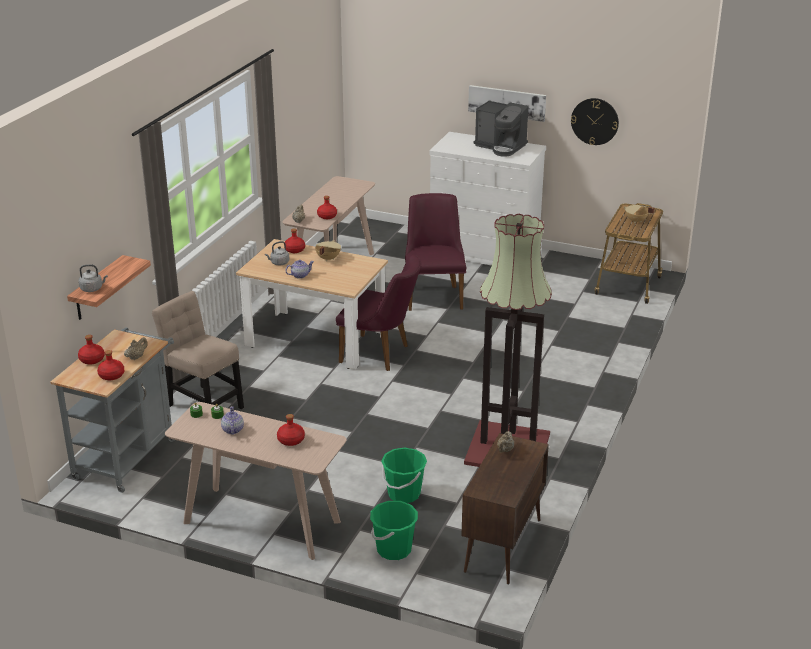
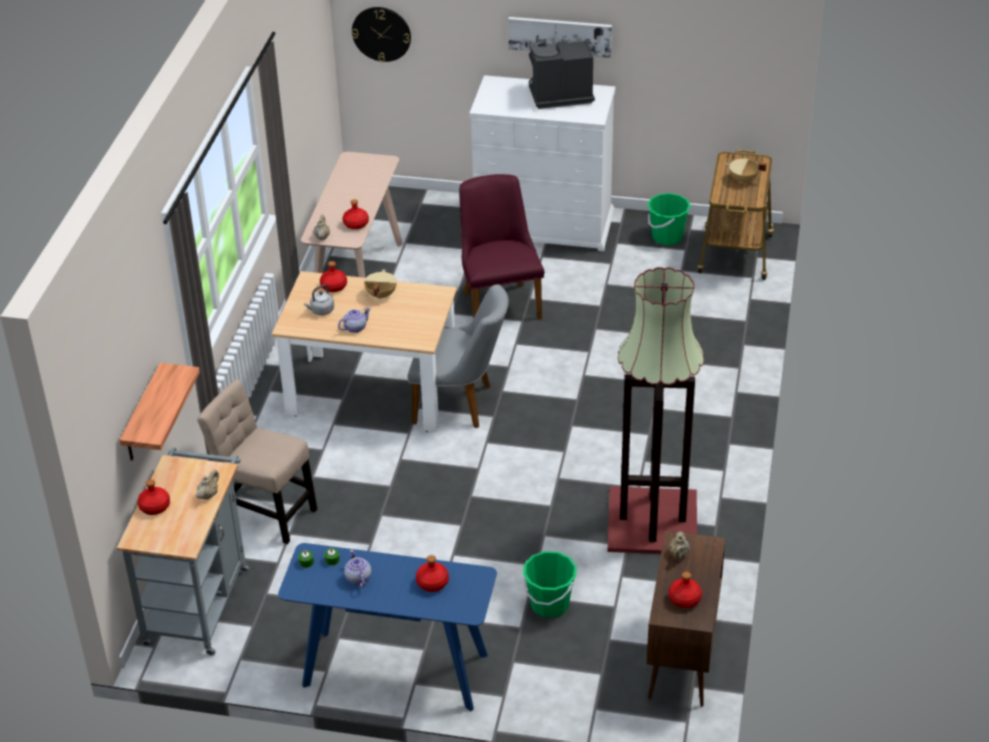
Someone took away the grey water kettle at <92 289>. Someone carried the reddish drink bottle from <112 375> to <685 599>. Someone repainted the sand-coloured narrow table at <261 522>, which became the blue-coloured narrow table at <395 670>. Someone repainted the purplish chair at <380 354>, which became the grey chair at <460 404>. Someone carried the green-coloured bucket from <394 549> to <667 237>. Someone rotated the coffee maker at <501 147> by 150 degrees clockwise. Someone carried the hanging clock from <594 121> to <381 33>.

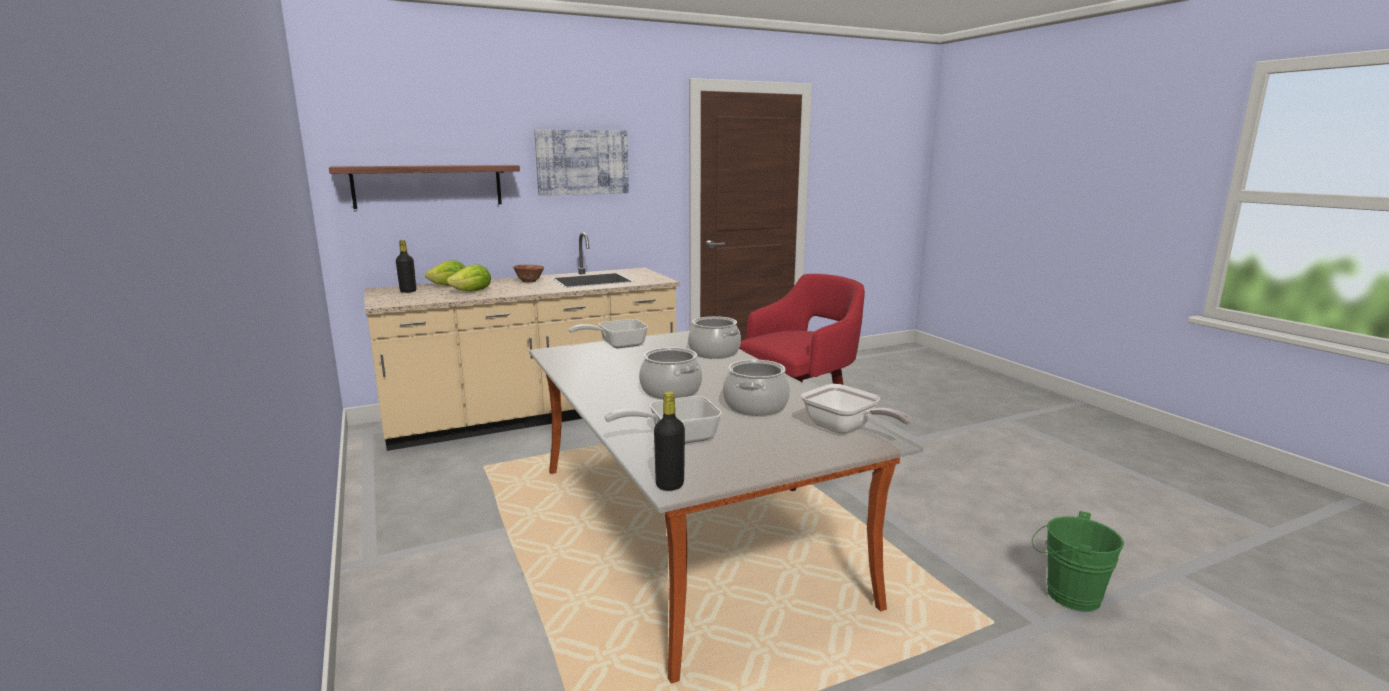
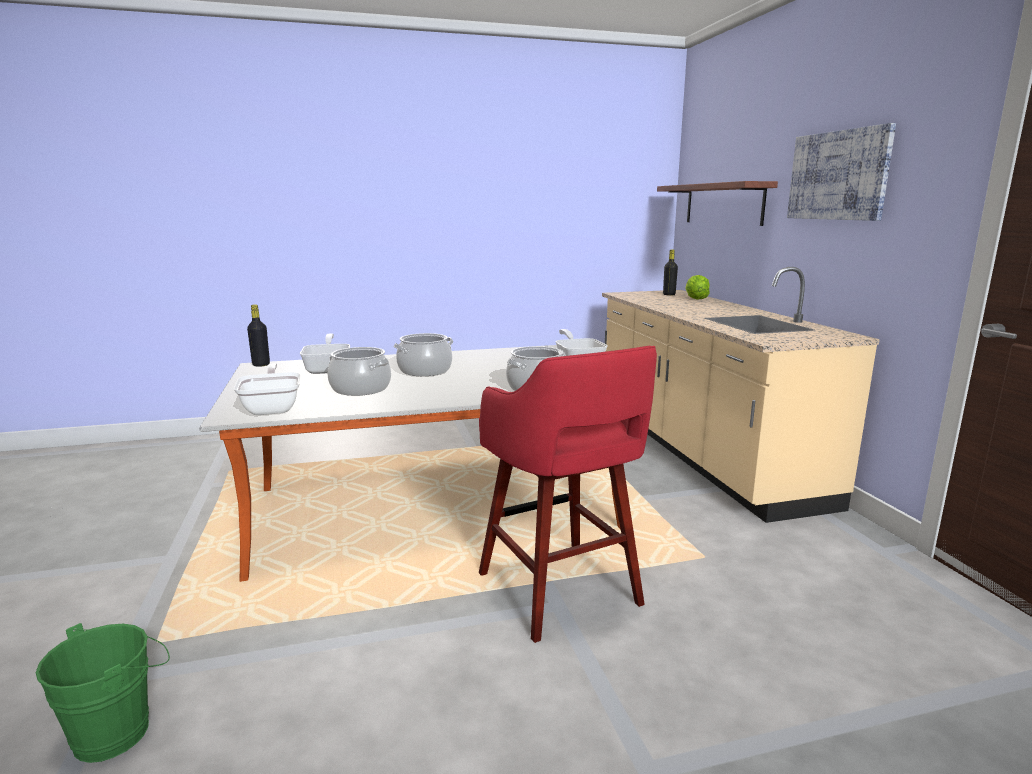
Someone took away the head of lettuce at <472 291>. Someone took away the serving bowl at <529 281>. Someone rotated the frying pan at <845 429> by 105 degrees clockwise.

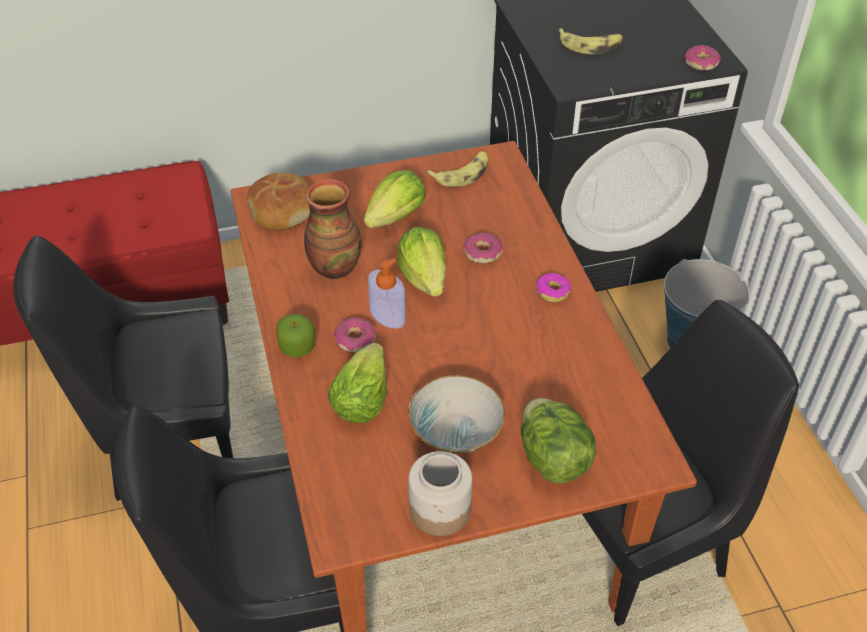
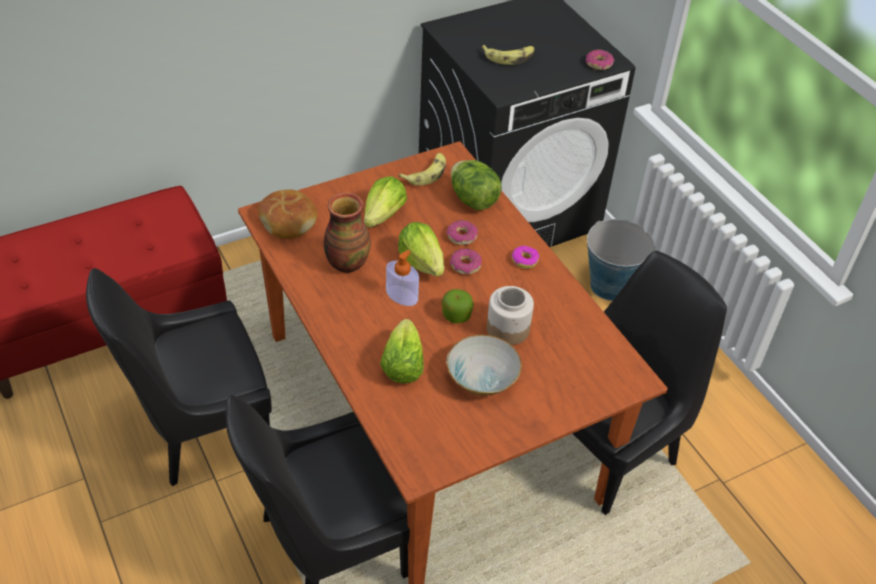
Someone carried the whole apple from <297 347> to <456 315>. Someone carried the doughnut from <355 340> to <465 265>. Someone carried the storage jar from <440 509> to <508 329>. Someone carried the head of lettuce from <552 459> to <473 200>.

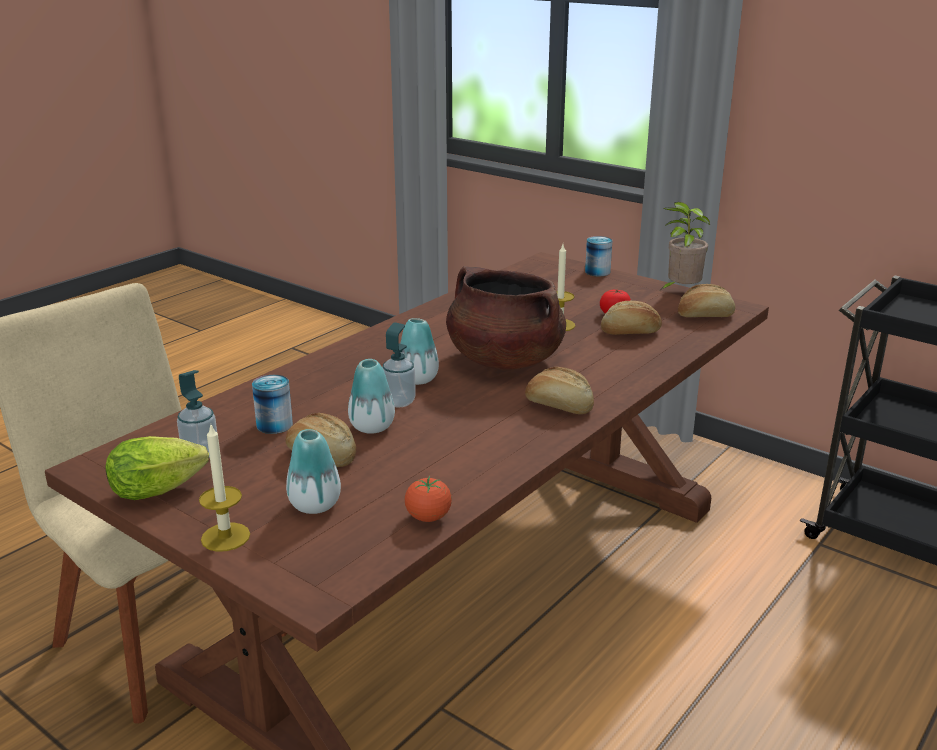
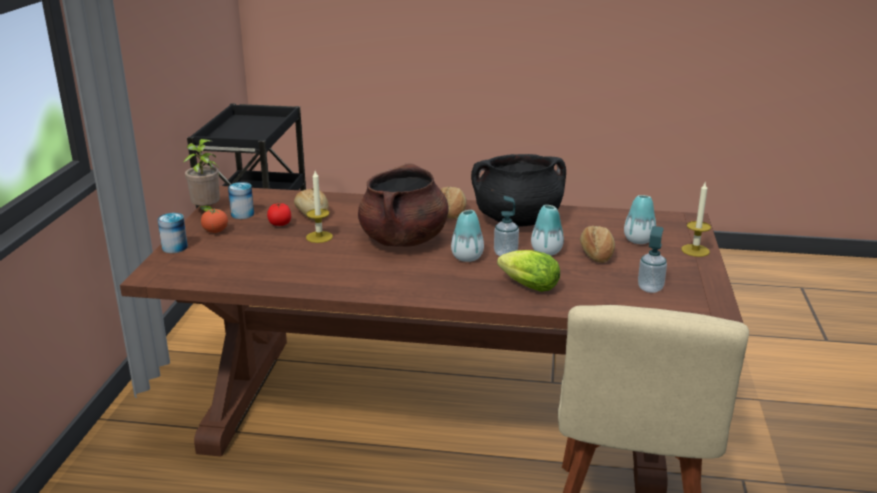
Someone carried the head of lettuce from <163 490> to <526 286>. Someone carried the metal can from <274 425> to <242 214>. Someone carried the tomato from <428 517> to <215 231>. Someone took away the bakery bread at <705 315>. Someone put down the black saucepot at <517 220>.

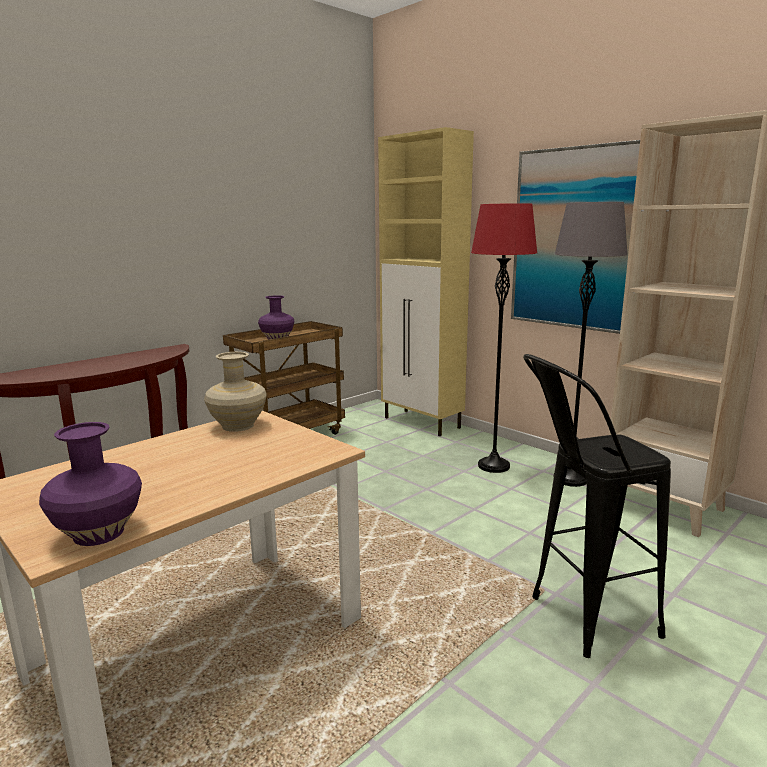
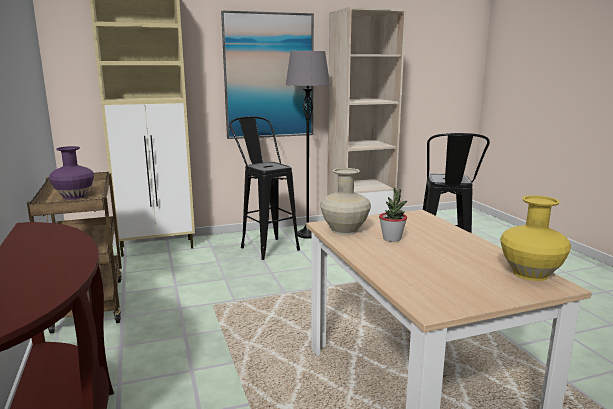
Someone repainted the purplish vase at <100 532>, which became the yellowish vase at <529 273>. Someone swapped the reddish floor lamp at <493 466> for the black stool seat at <265 246>. Someone put down the potted plant at <392 239>.

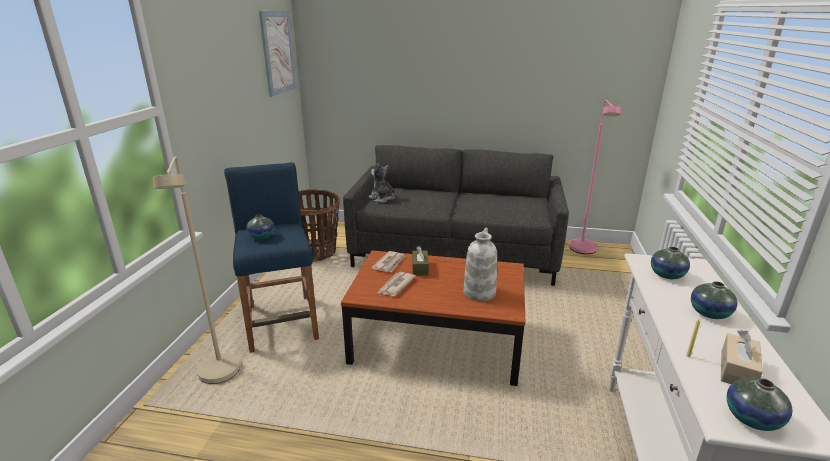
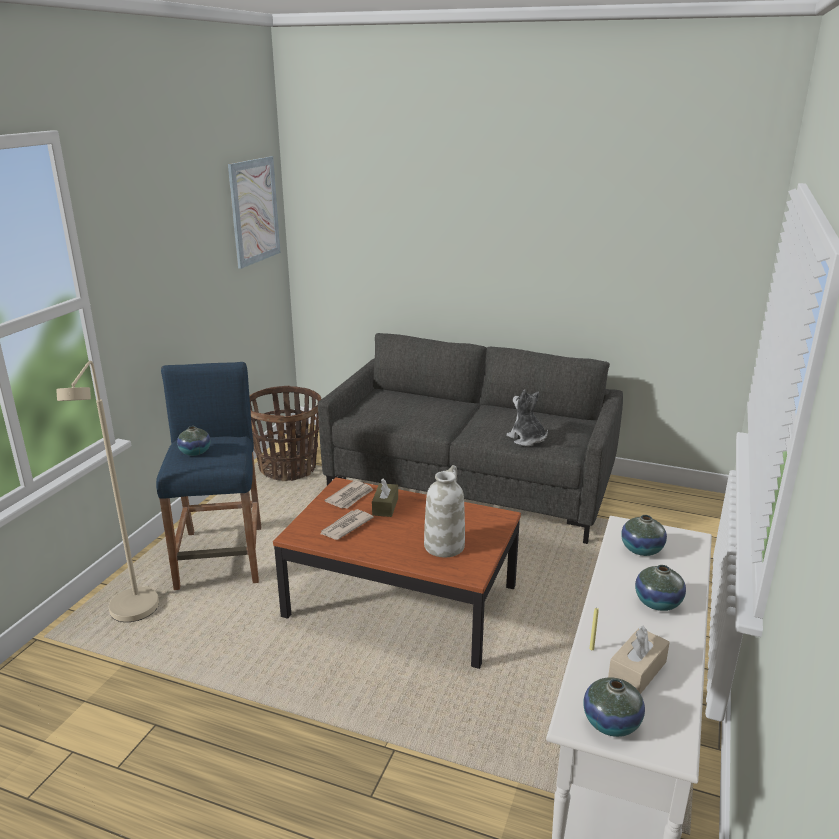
Someone carried the cuddly toy from <382 198> to <526 439>. Someone took away the pink-coloured floor lamp at <583 251>.

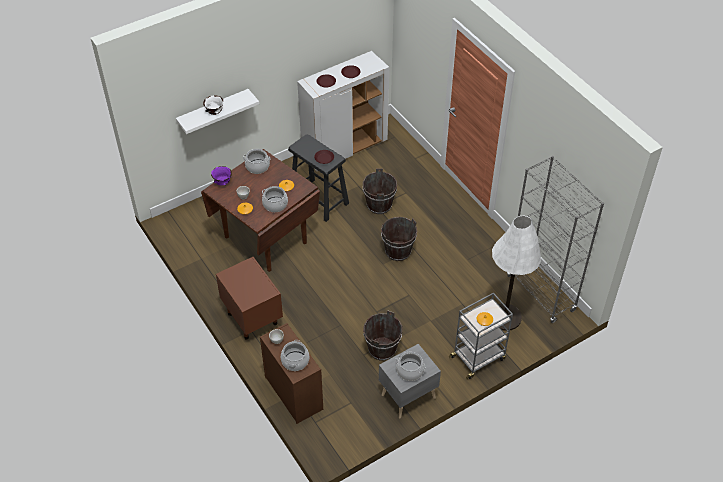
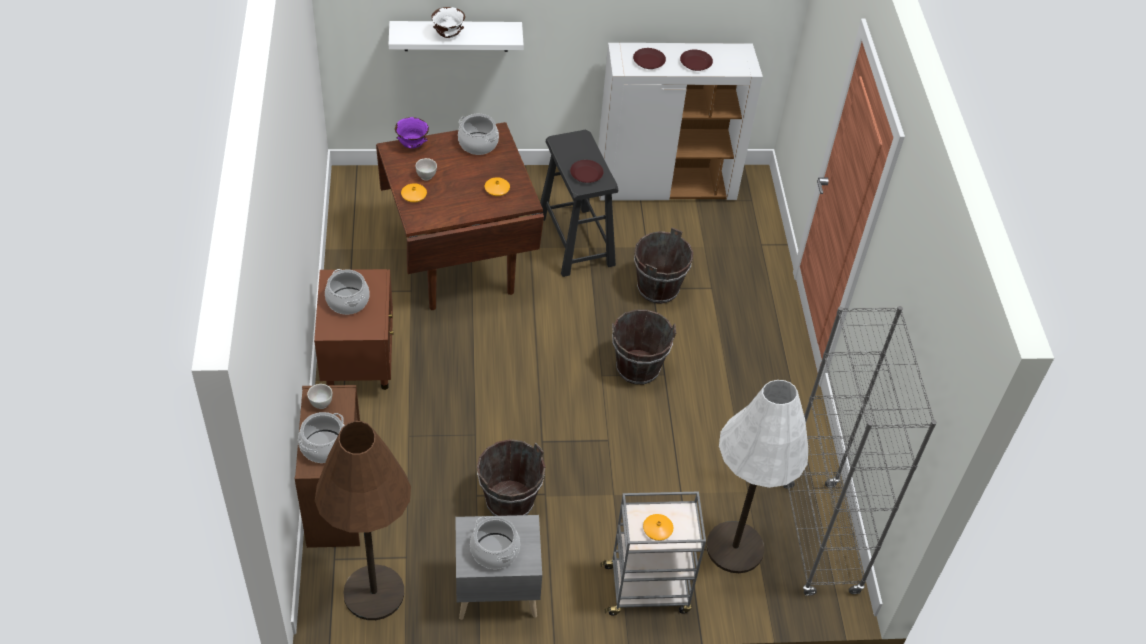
Someone carried the saucepot from <275 204> to <348 301>. Someone put down the brownish floor lamp at <374 593>.

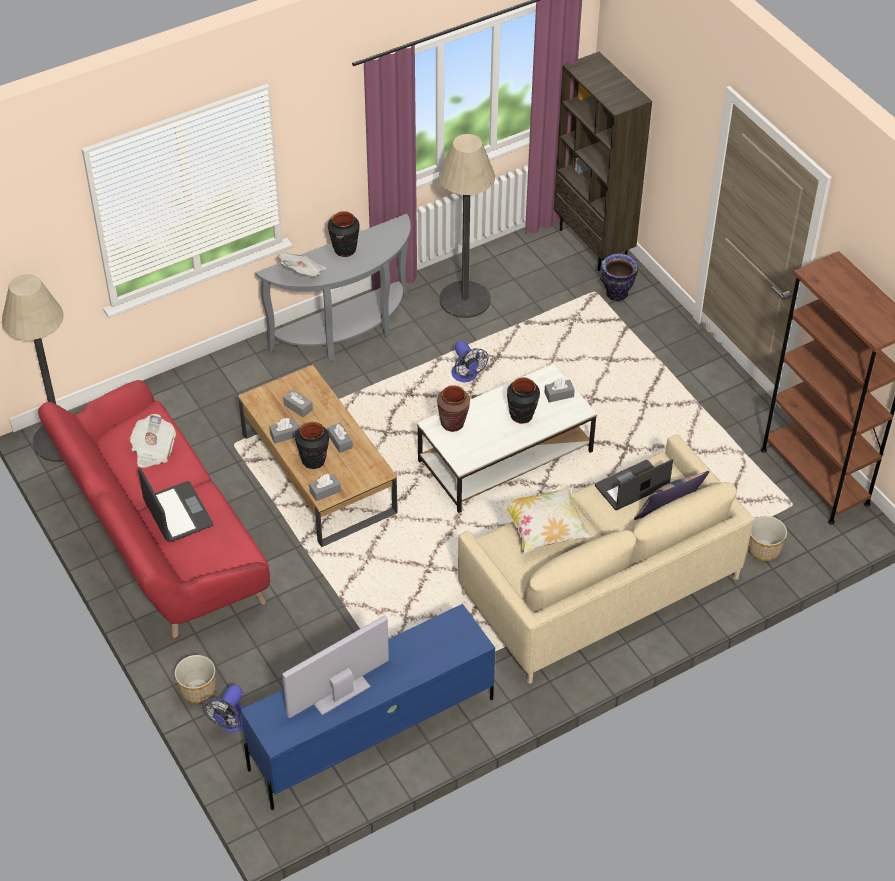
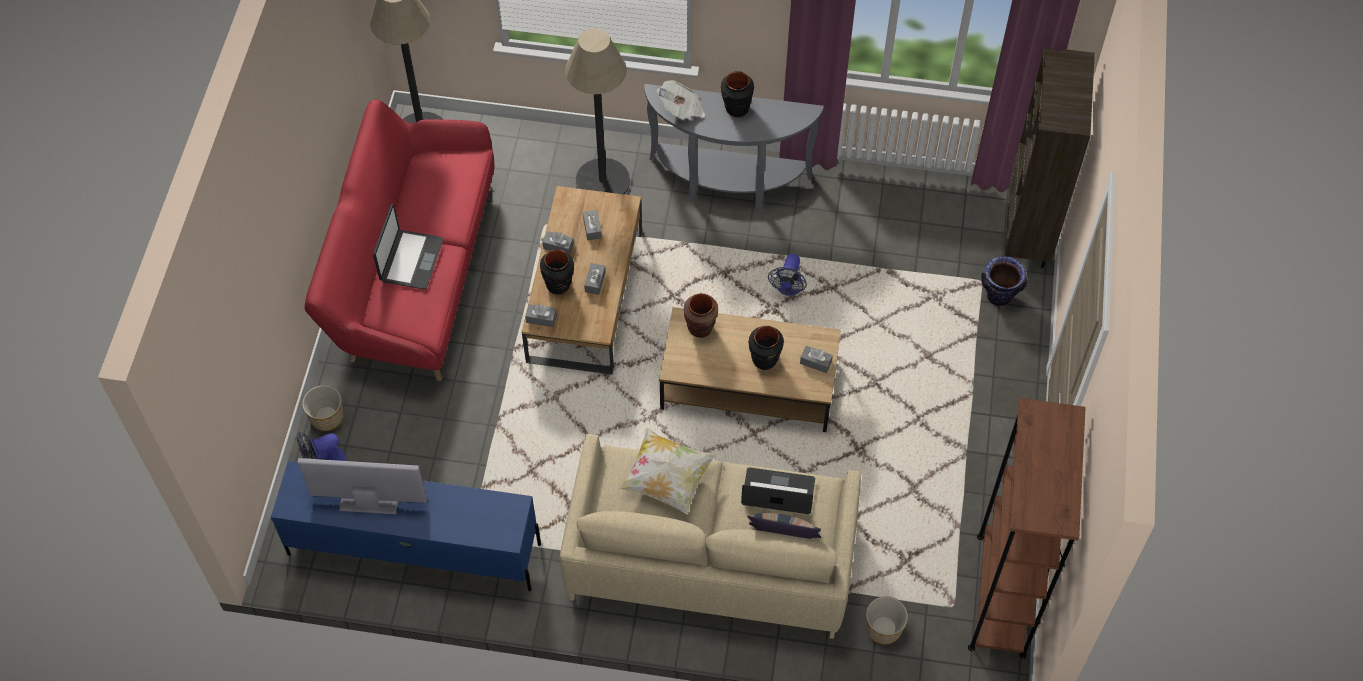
Someone took away the printed paper at <153 450>. Someone repainted the whitish low table at <505 457>, which became the brownish low table at <748 386>. Someone carried the floor lamp from <465 300> to <602 181>.

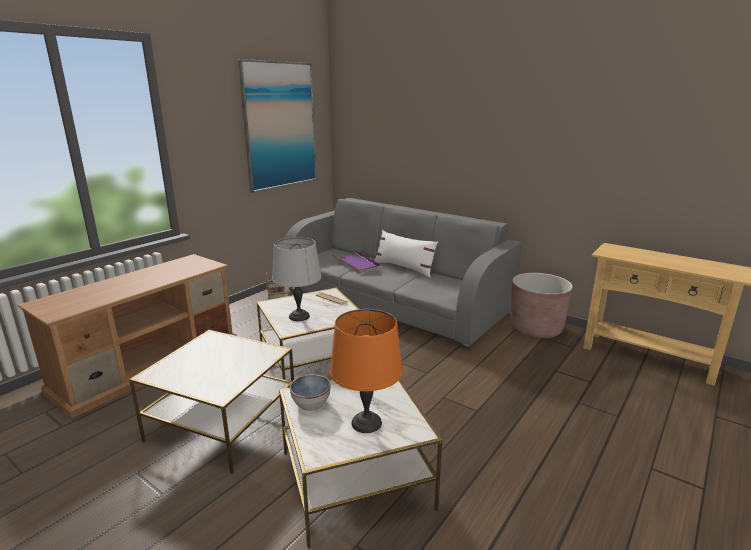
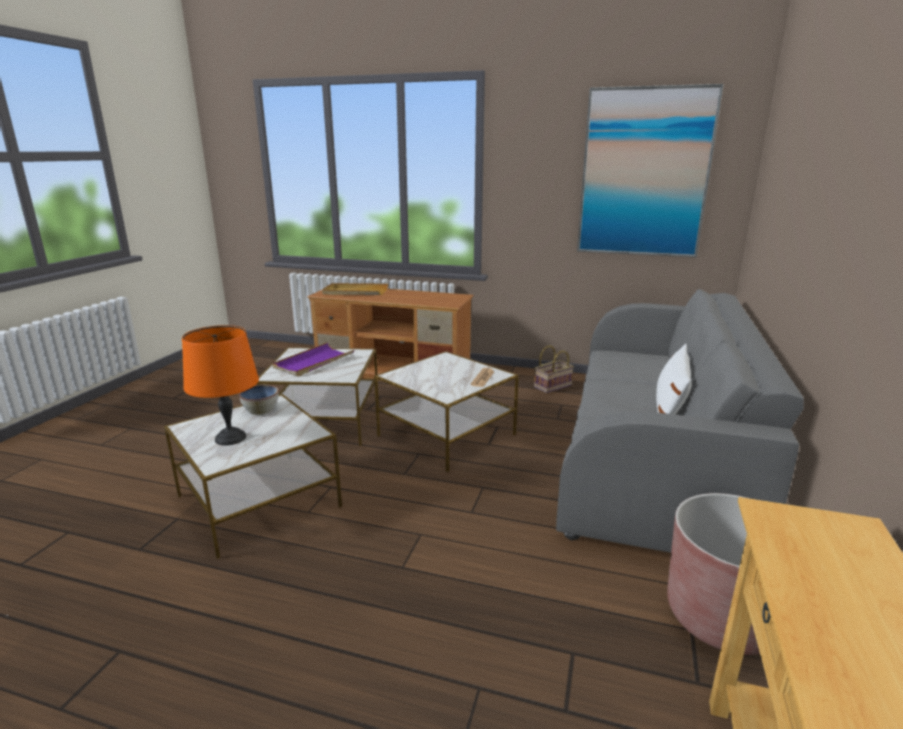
Someone took away the grey lamp for a table at <299 317>. Someone carried the purplish tray from <356 264> to <313 362>. Someone put down the sand-coloured tray at <355 292>.

